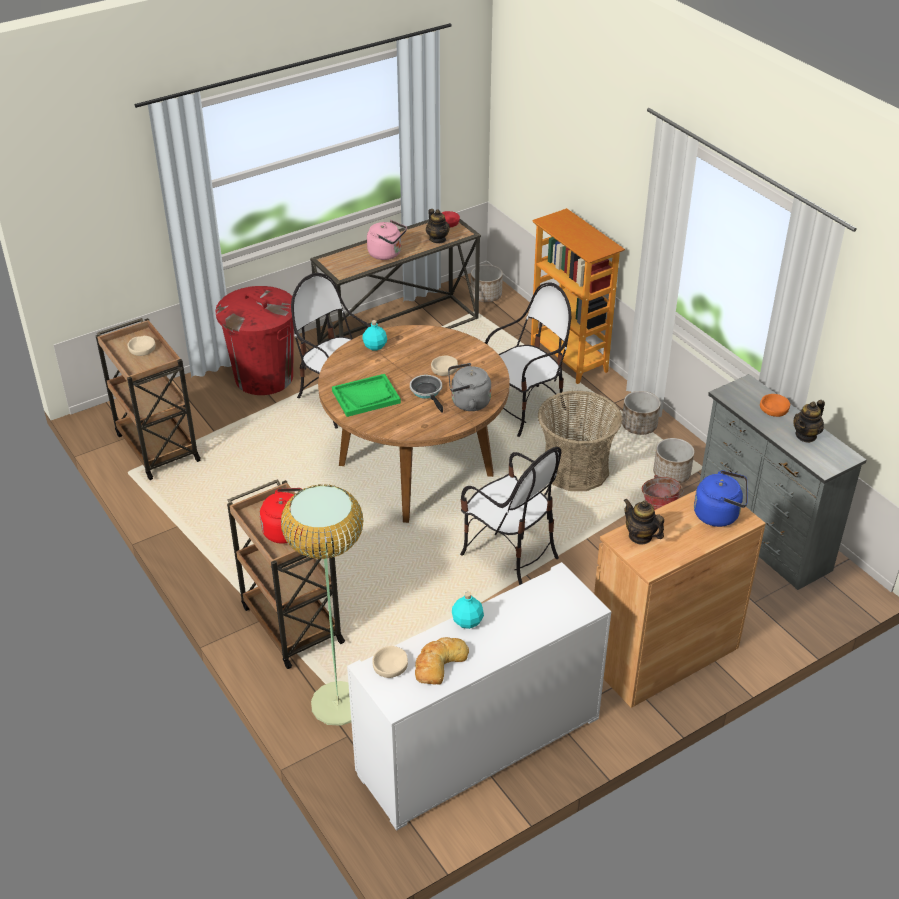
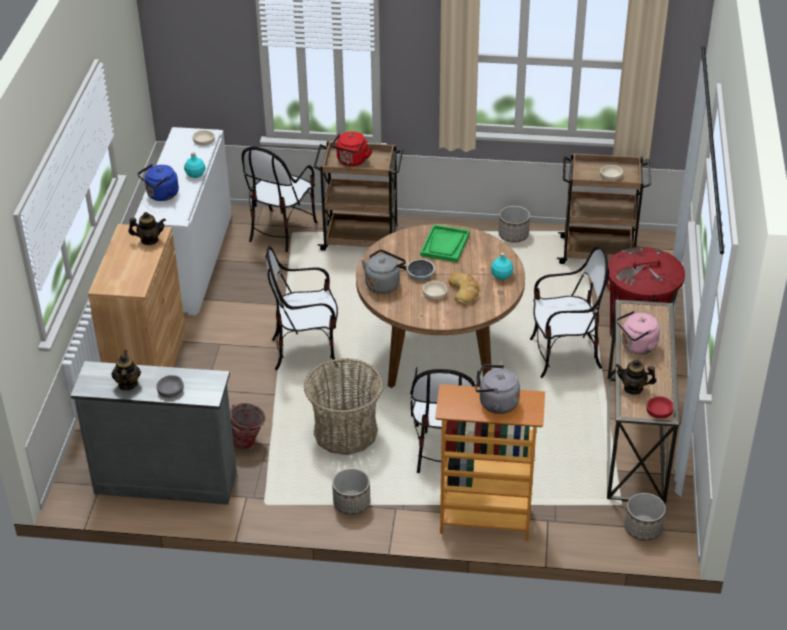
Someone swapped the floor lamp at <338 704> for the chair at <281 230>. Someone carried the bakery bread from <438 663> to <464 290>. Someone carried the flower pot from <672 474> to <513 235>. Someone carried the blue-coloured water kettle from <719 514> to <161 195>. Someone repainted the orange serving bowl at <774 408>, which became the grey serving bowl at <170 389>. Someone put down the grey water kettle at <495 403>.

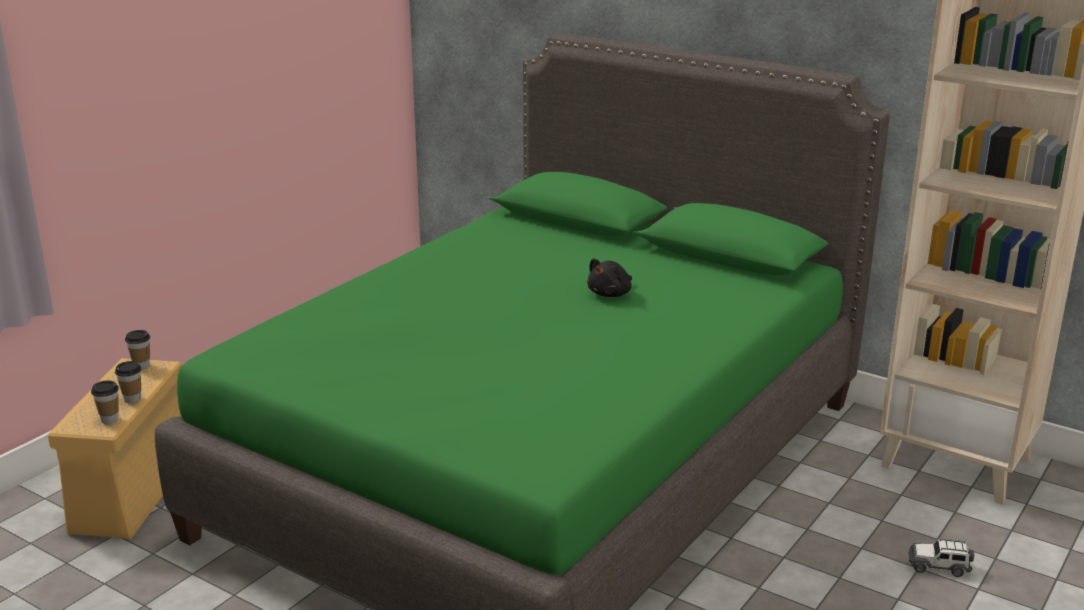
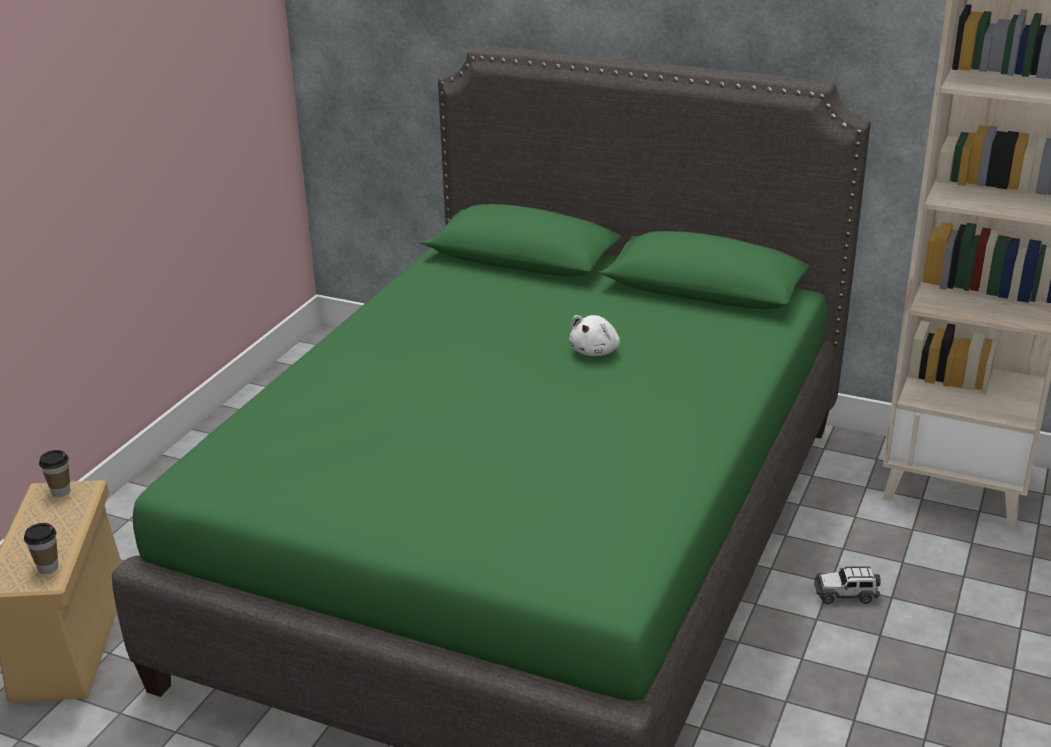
Someone took away the cup at <132 399>. Someone repainted the black cuddly toy at <611 294>, which became the whitish cuddly toy at <596 351>. Someone carried the toy car from <939 566> to <845 594>.

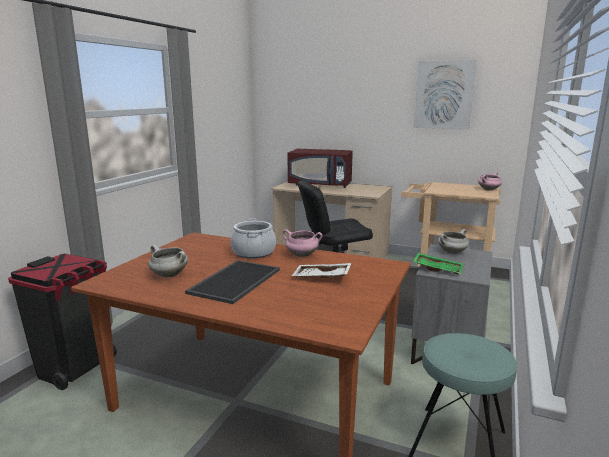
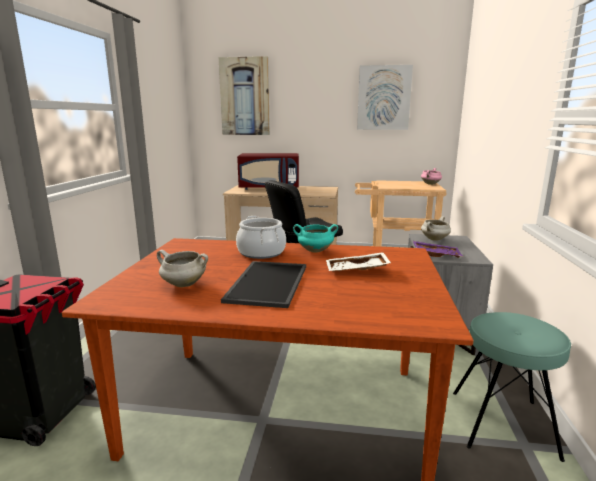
Someone repainted the pink-coloured saucepot at <301 255>, which became the blue-green saucepot at <314 251>. Someone repainted the green-coloured tray at <438 269>, which became the purplish tray at <436 254>. Someone put up the picture at <245 97>.

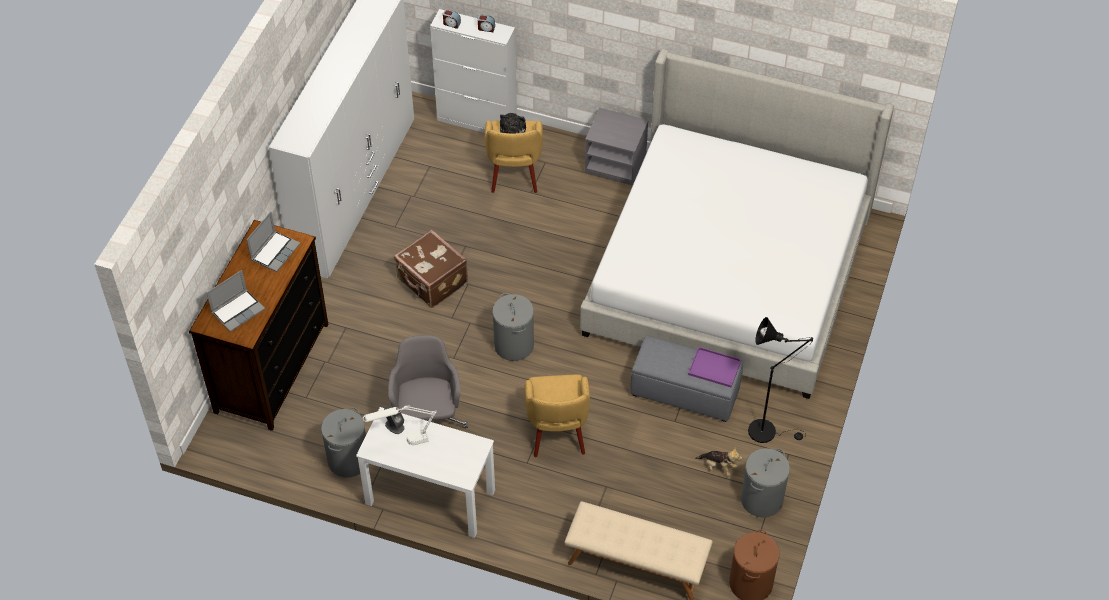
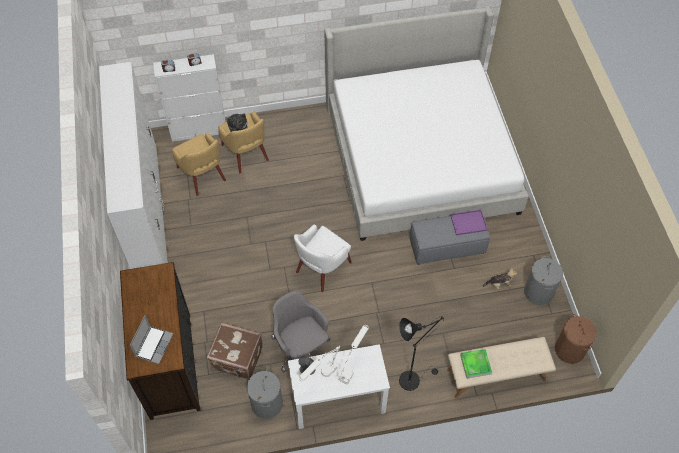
Someone took away the portable computer at <275 251>. Someone carried the brownish suitcase from <432 282> to <237 359>. Someone swapped the grey hamper at <513 345> for the whitish armchair at <322 268>. Someone carried the yellowish armchair from <557 431> to <202 175>. Someone took away the grey bedside table at <616 163>. Someone carried the black floor lamp from <767 431> to <413 378>. Someone put down the whitish lamp for a table at <352 367>. Someone put down the tray at <475 364>.

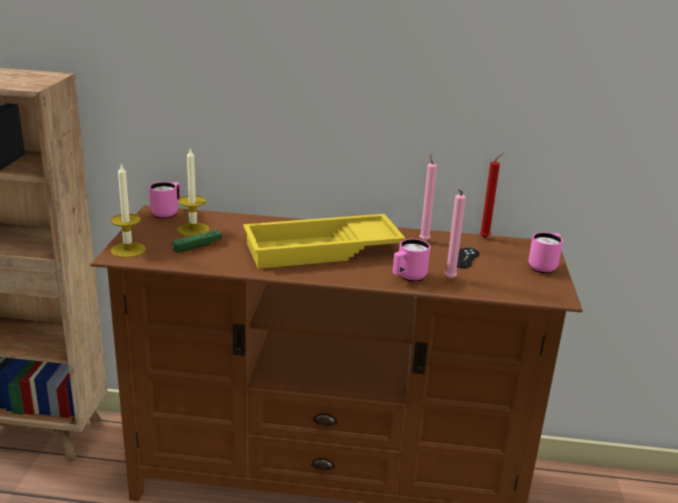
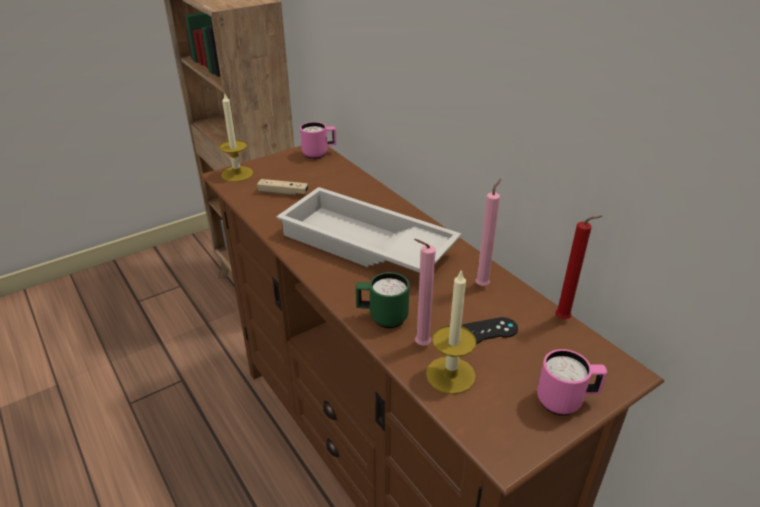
Someone repainted the green-coloured gamepad at <197 246>, which became the sand-coloured gamepad at <283 192>. Someone carried the candle from <193 229> to <450 375>. Someone repainted the yellowish tray at <322 251>, which became the whitish tray at <364 245>. Someone repainted the pink-coloured tea mug at <408 278>, which became the green-coloured tea mug at <382 318>.

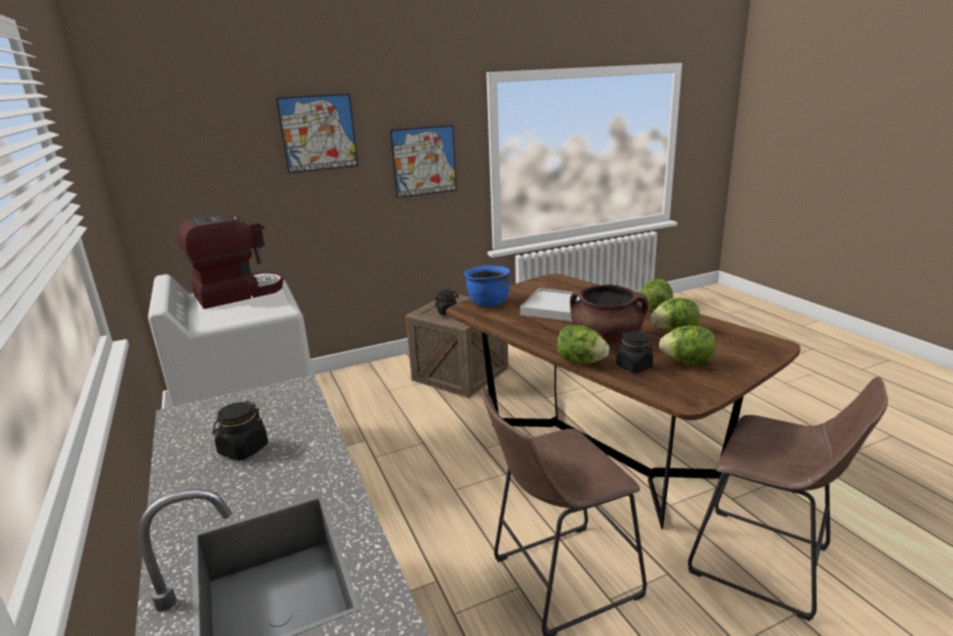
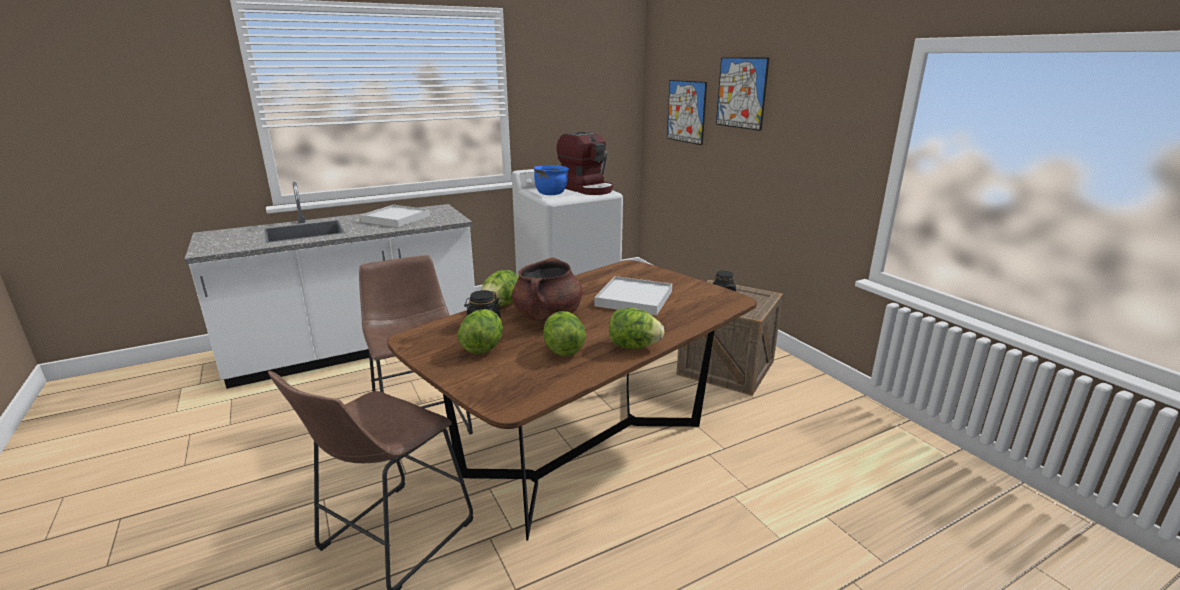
Someone swapped the black storage jar at <243 450> for the whitish tray at <396 219>. Someone carried the picture from <424 161> to <686 111>. Someone carried the blue-coloured saucepot from <488 303> to <551 193>.

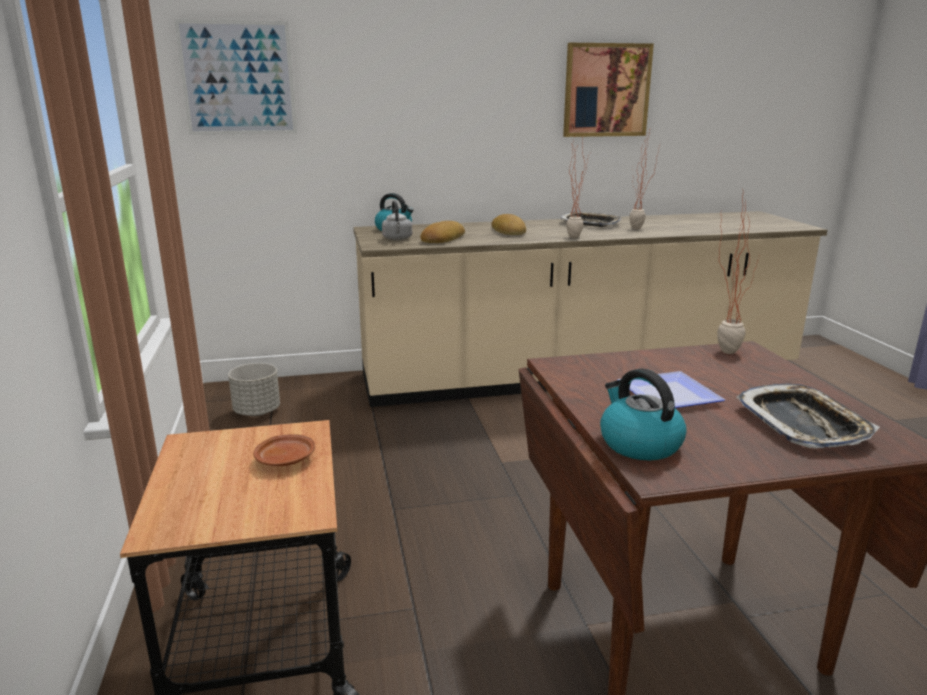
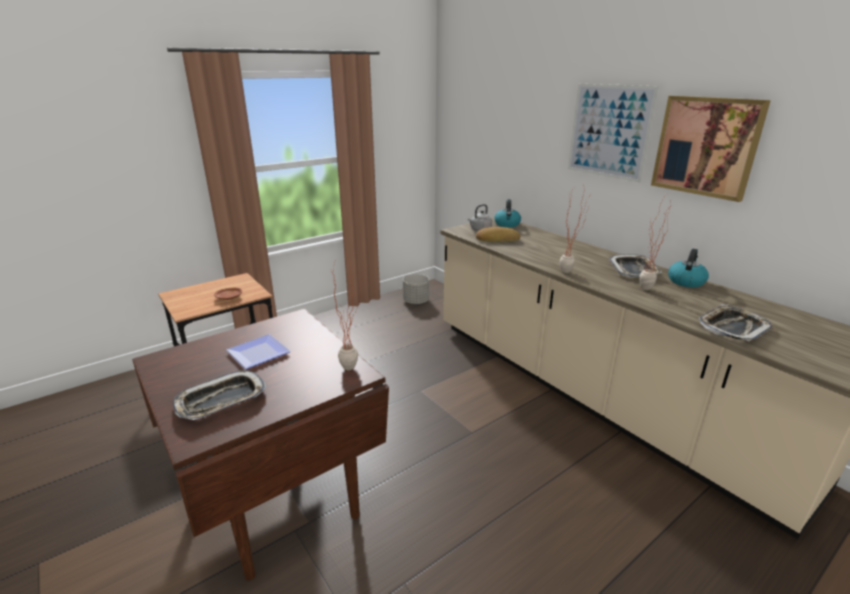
Someone carried the picture from <238 78> to <609 131>. Someone took away the bakery bread at <509 231>. Someone carried the water kettle from <639 443> to <686 281>. Someone put down the tray at <732 327>.

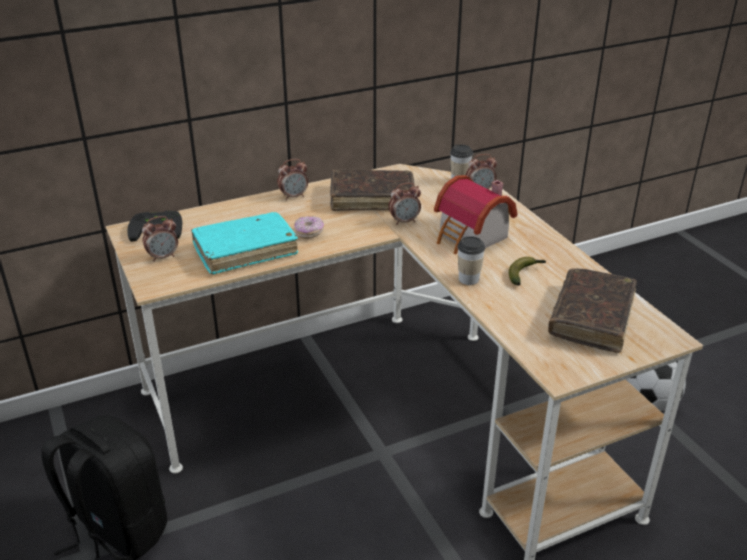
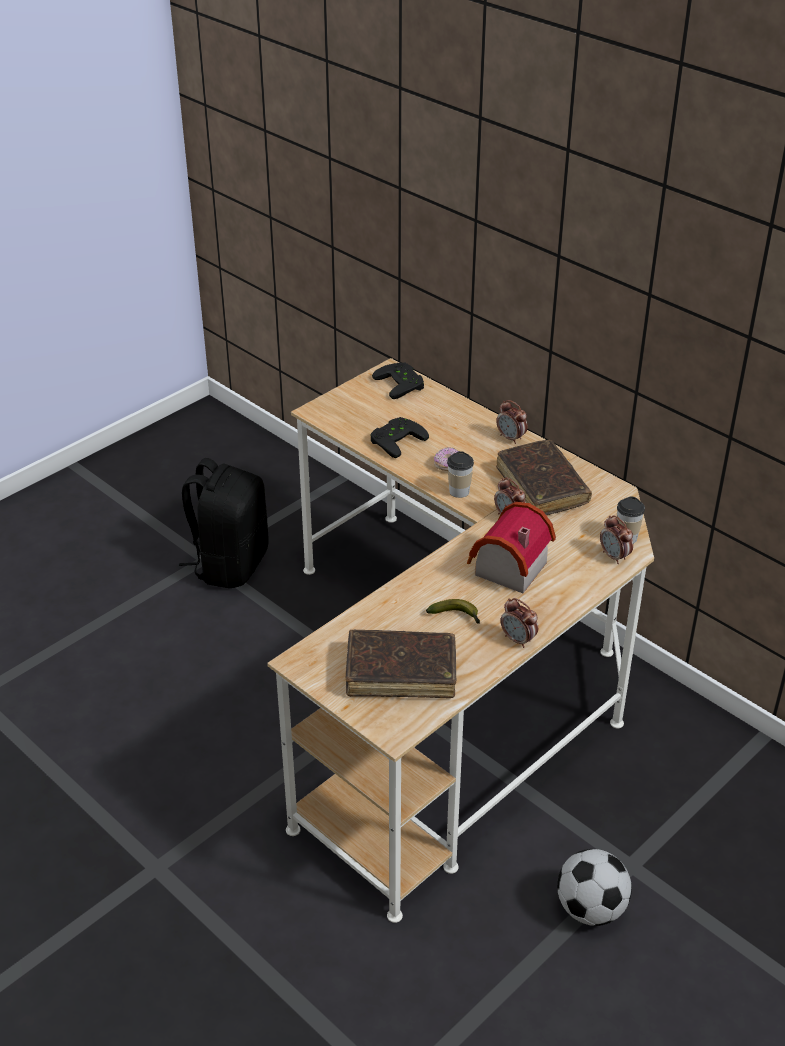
Someone carried the bedside clock from <163 257> to <518 640>. Someone swapped the blue-green bound book at <245 251> for the black gamepad at <395 439>. Someone carried the cup from <468 279> to <459 491>.

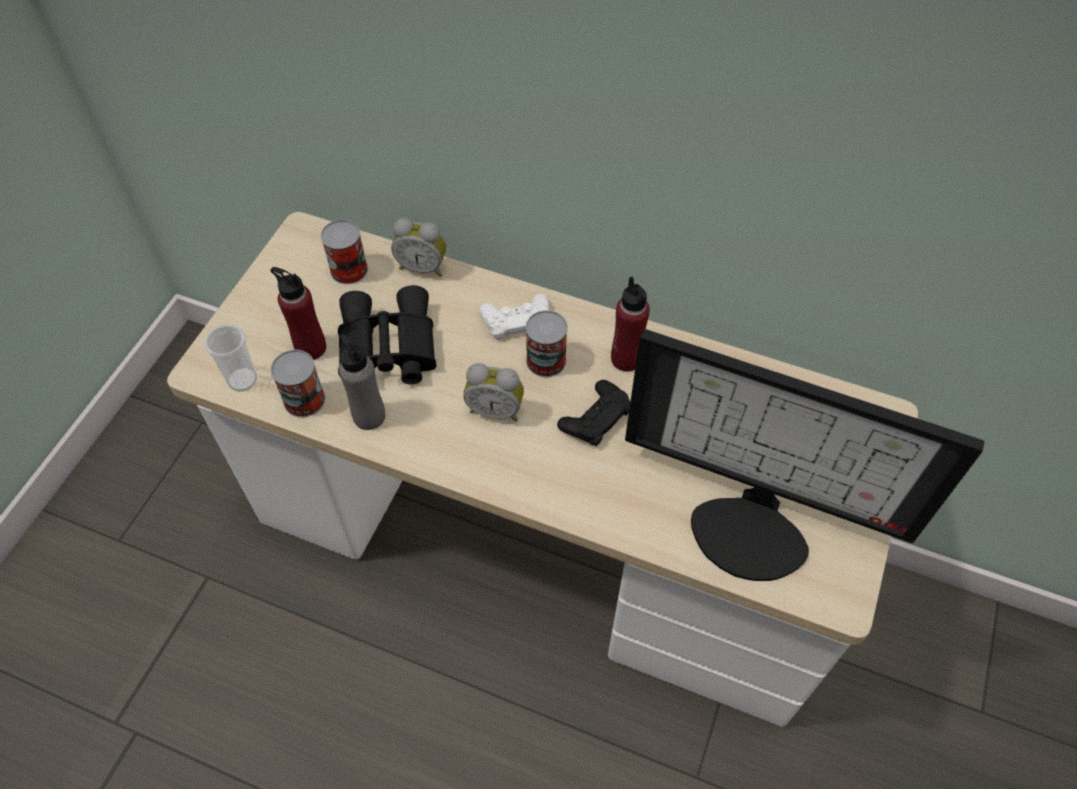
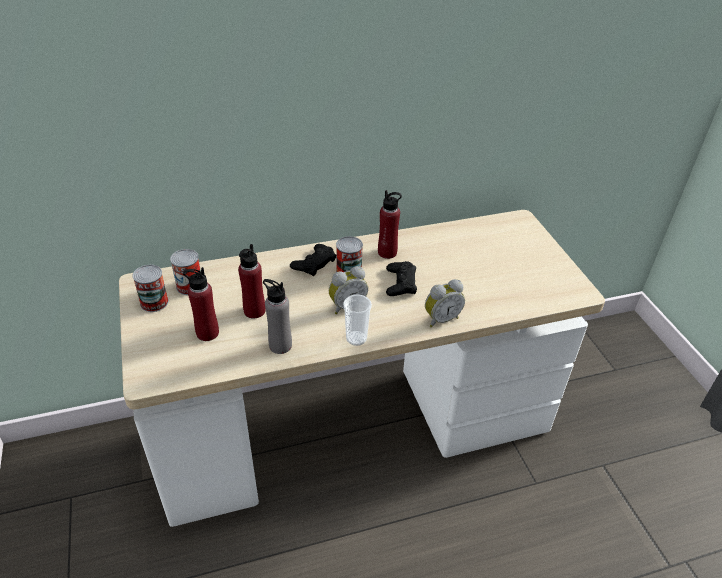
Someone carried the cup from <242 380> to <356 338>. Someone carried the metal can from <304 400> to <154 302>. Someone swapped the black binoculars at <385 349> for the reddish drink bottle at <254 311>. Someone carried the bedside clock from <423 266> to <441 319>. Someone repainted the whitish gamepad at <516 320>, which became the black gamepad at <314 263>. Someone took away the computer display at <753 527>.

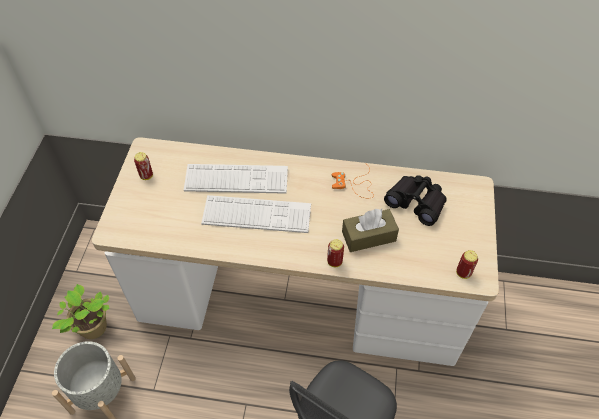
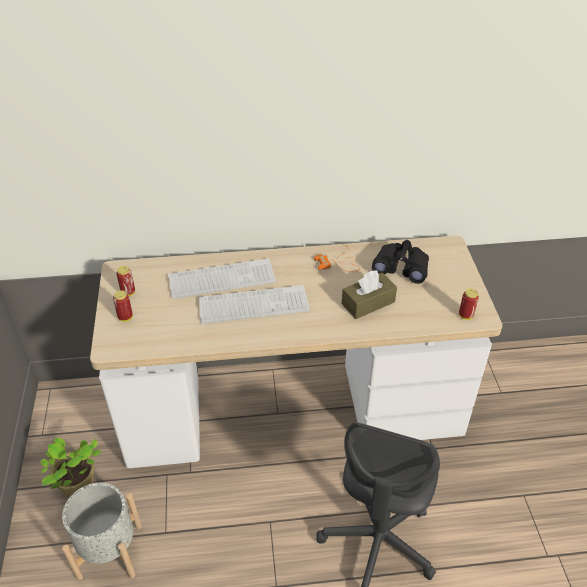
Someone carried the metal can from <334 262> to <125 317>.

